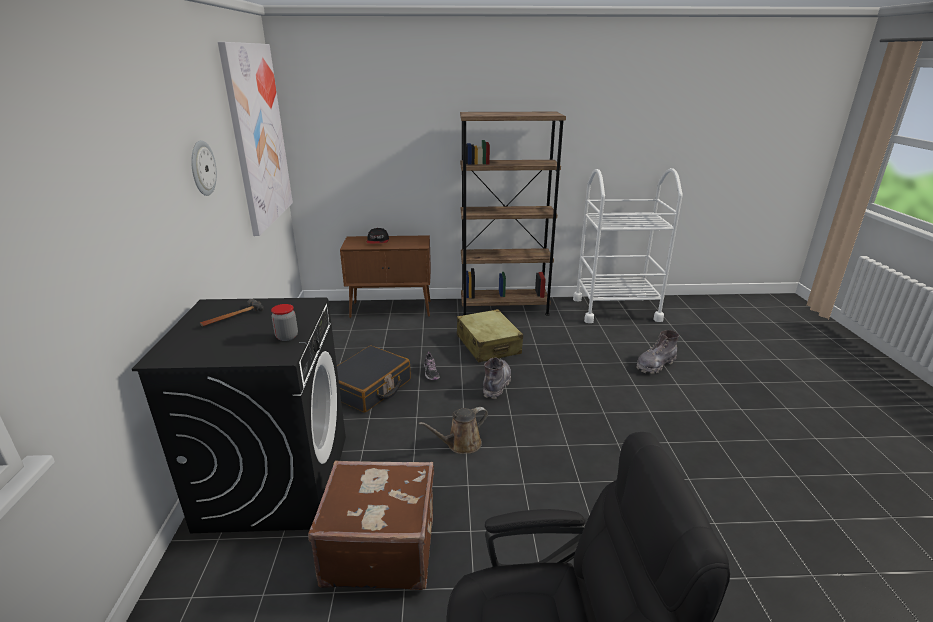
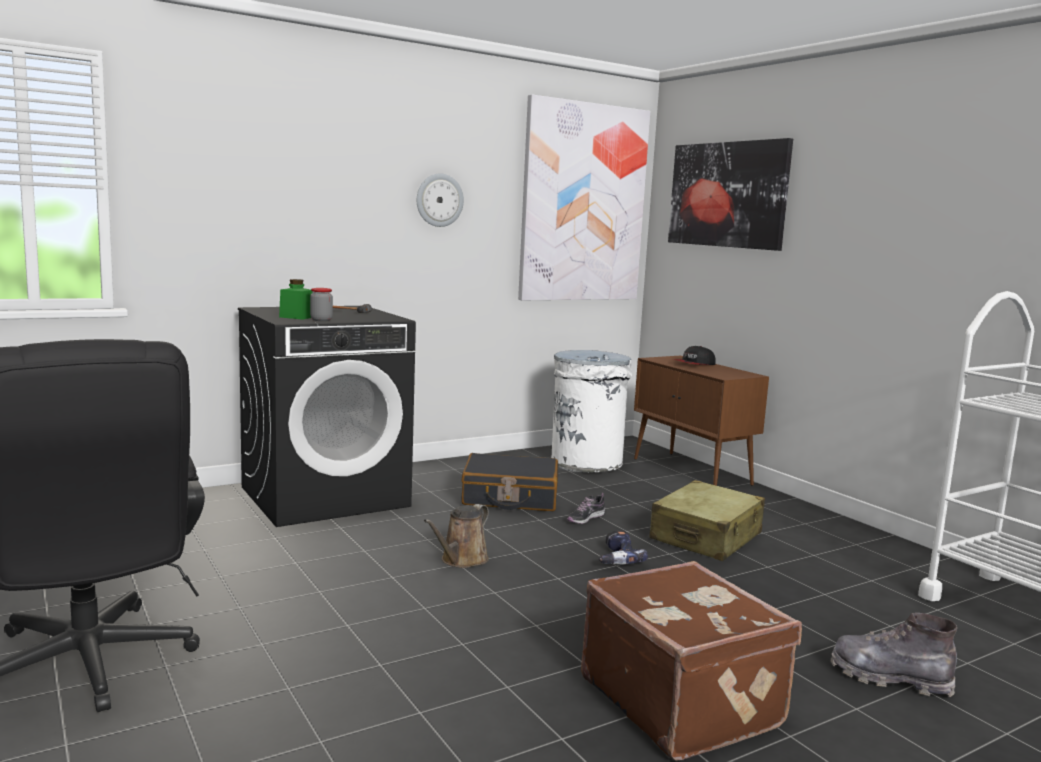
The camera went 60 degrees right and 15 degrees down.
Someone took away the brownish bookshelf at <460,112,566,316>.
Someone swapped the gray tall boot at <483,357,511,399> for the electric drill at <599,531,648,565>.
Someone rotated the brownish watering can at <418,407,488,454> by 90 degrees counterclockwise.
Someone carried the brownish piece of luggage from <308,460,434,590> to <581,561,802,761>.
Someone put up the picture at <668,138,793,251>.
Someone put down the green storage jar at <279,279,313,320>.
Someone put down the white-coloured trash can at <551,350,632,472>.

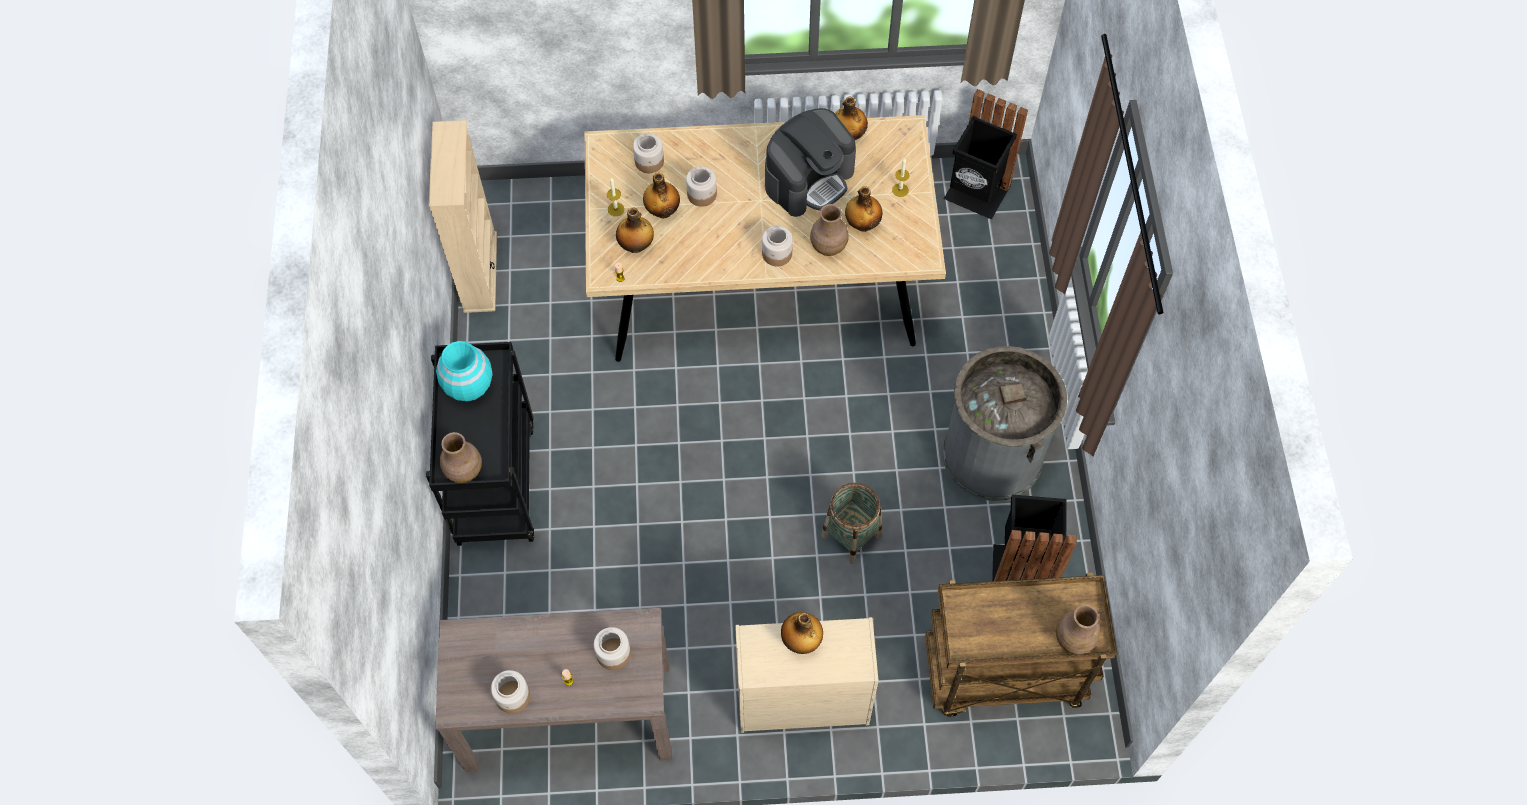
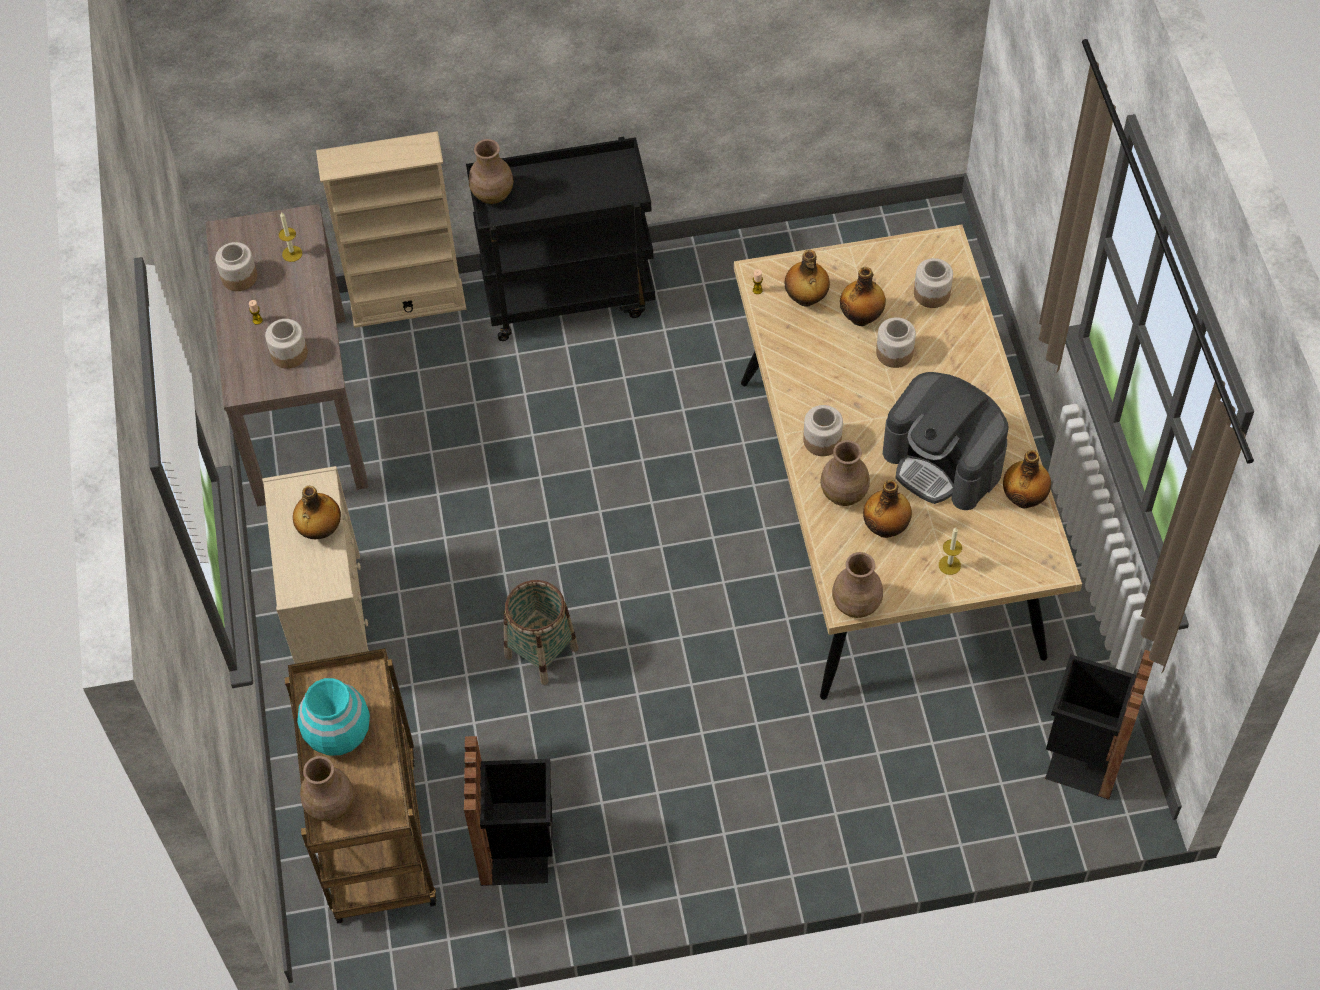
The camera went 85 degrees right and 5 degrees down.
Someone carried the beige bookshelf from <429,120,497,313> to <316,131,466,328>.
Someone carried the candle from <607,178,624,216> to <279,212,302,262>.
Someone carried the turquoise-coloured vase from <436,341,492,401> to <297,678,370,755>.
Someone took away the gray trash can at <942,346,1067,501>.
Someone put down the brownish vase at <832,552,883,618>.

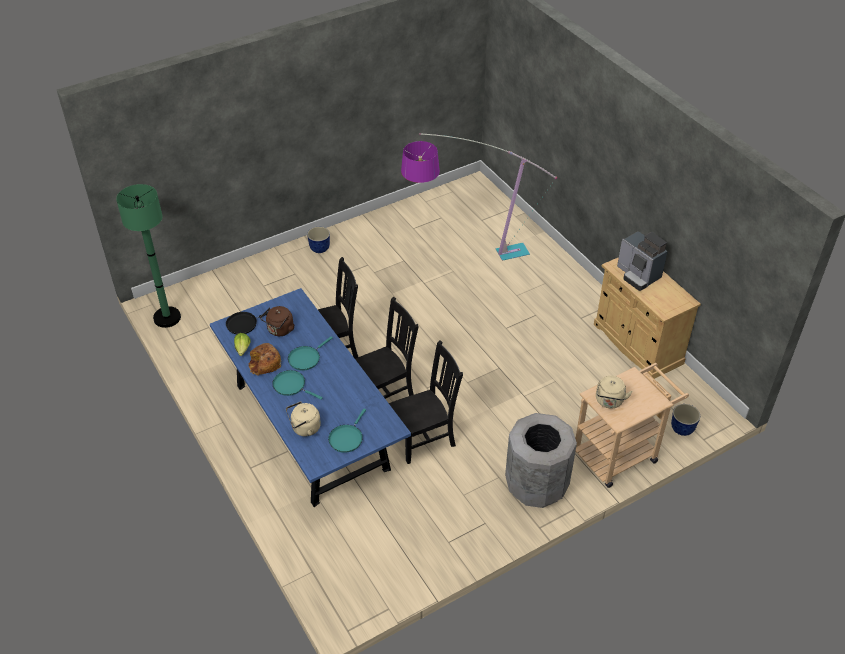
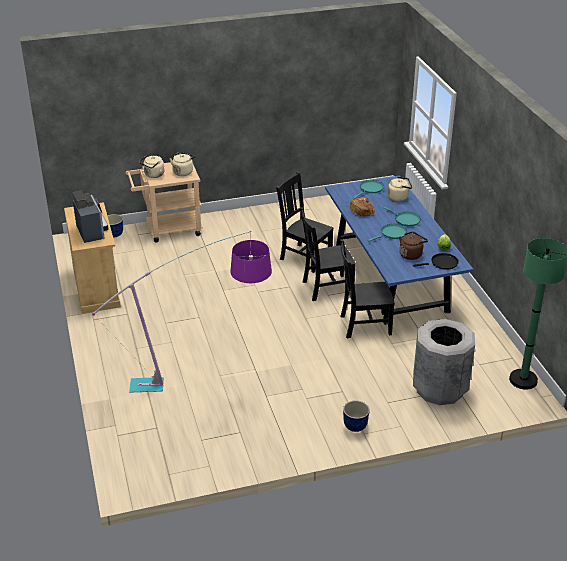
The camera went 165 degrees left and 10 degrees down.
Someone rotated the black-coloured upright chair at <389,340,463,464> by 45 degrees clockwise.
Someone carried the bakery bread from <248,343,281,376> to <350,197,375,217>.
Someone carried the gray trash can from <505,413,577,508> to <413,319,475,405>.
Someone put down the beige water kettle at <139,155,164,178>.

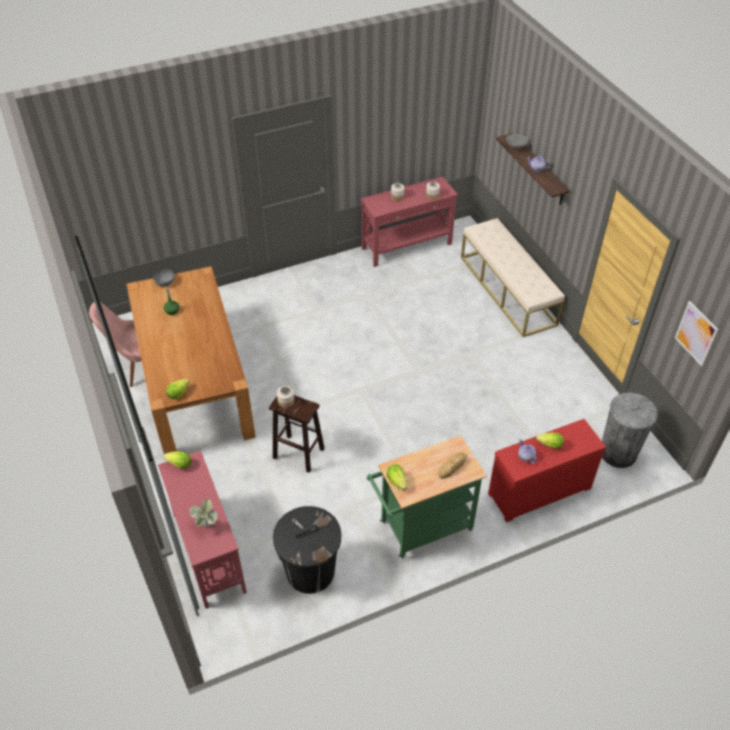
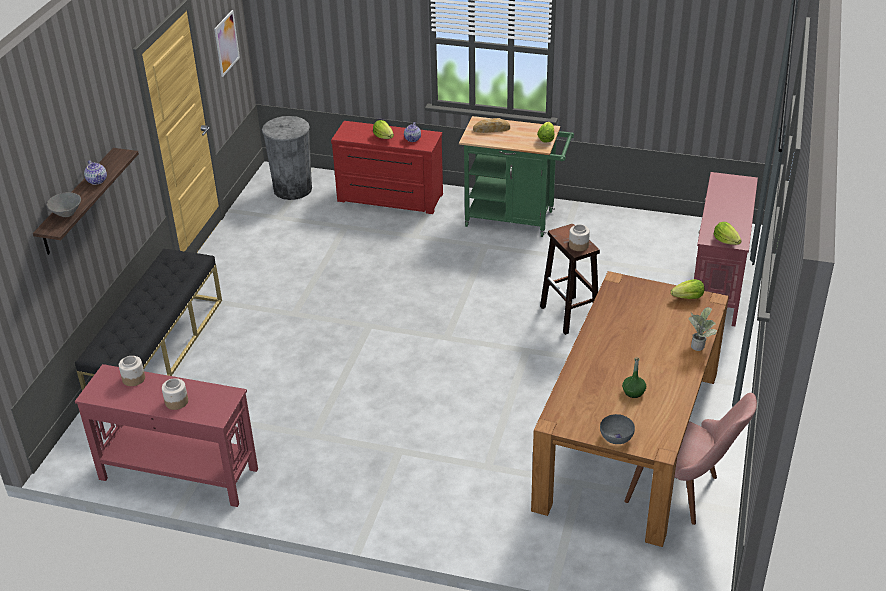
The camera went 140 degrees left and 10 degrees down.
Someone repainted the beige indoor bench at <461,218,565,337>, which became the black-coloured indoor bench at <75,249,222,391>.
Someone carried the plant in a pot from <189,499,217,527> to <688,307,717,351>.
Someone took away the black-coloured trash can at <273,506,342,594>.

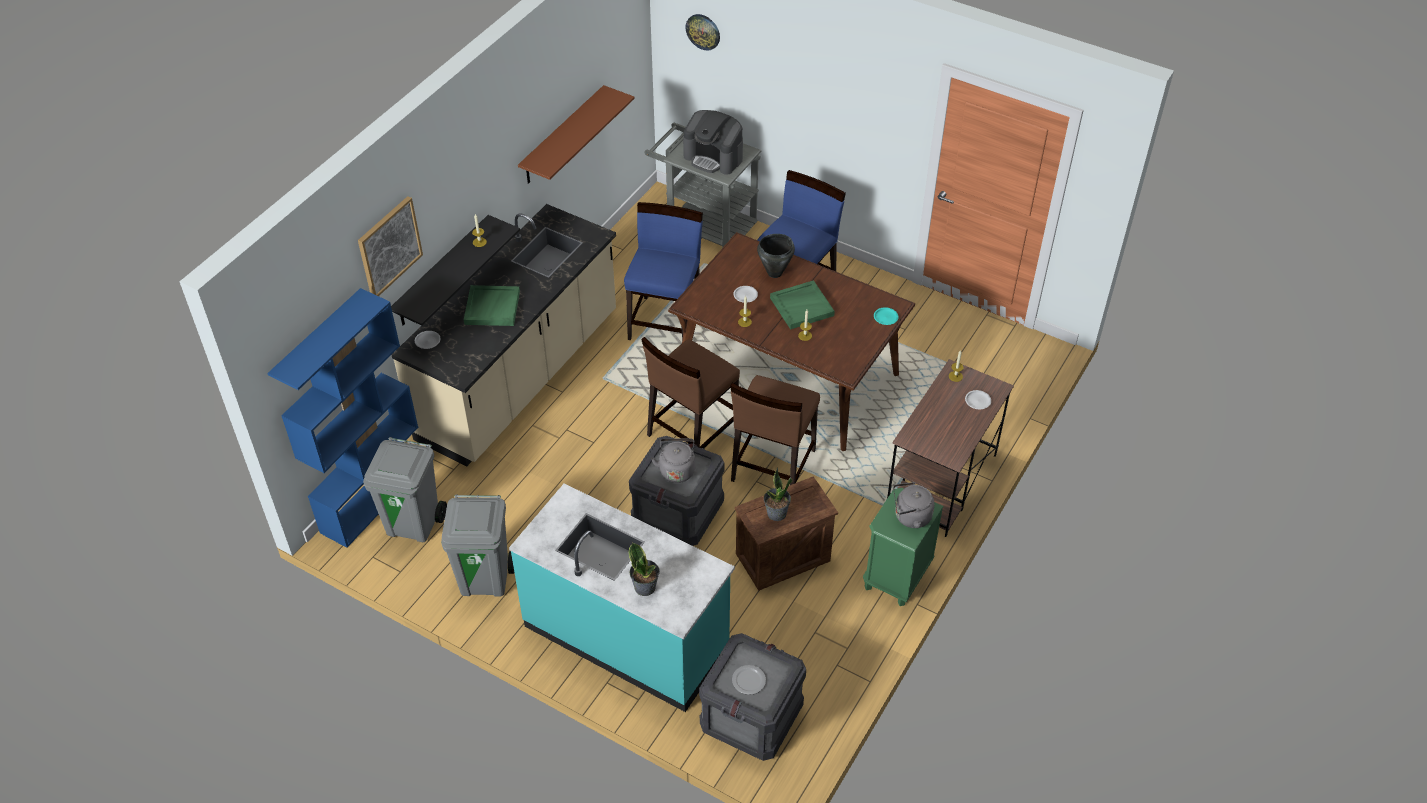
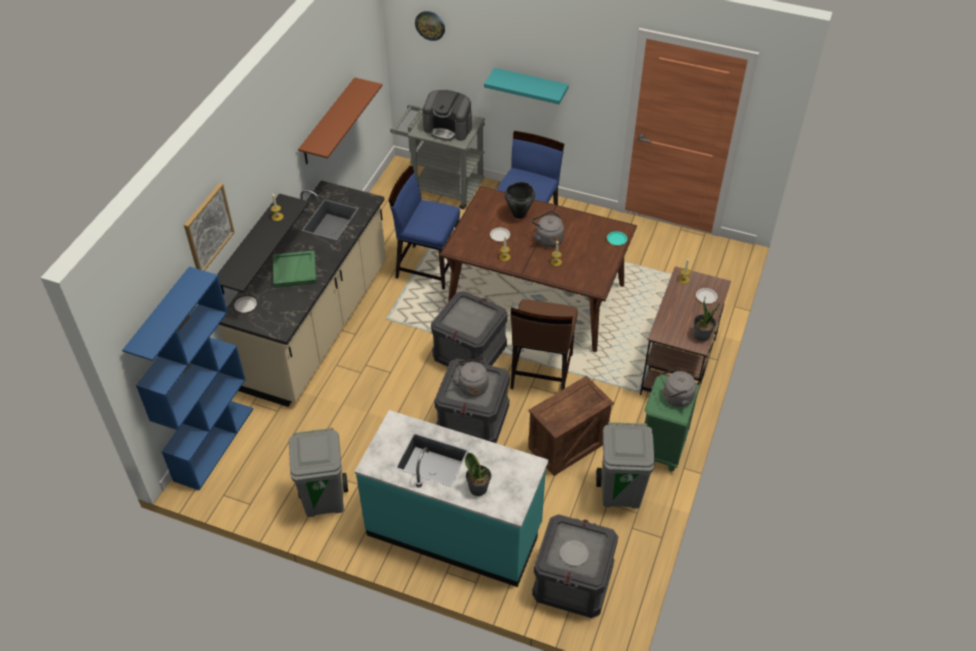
The camera went 10 degrees left and 0 degrees up.
Someone rotated the blue-coloured upright chair at <624,202,703,340> by 75 degrees counterclockwise.
Someone swapped the green carrying tray at <770,280,835,329> for the gray water kettle at <532,211,564,247>.
Someone swapped the brownish upright chair at <641,337,740,448> for the shipping crate at <431,291,508,367>.
Someone carried the gray trash can from <363,437,447,542> to <596,422,655,508>.
Someone carried the plant in a pot from <764,467,793,521> to <694,297,720,341>.
Someone put up the turquoise-coloured shelf at <484,68,569,104>.

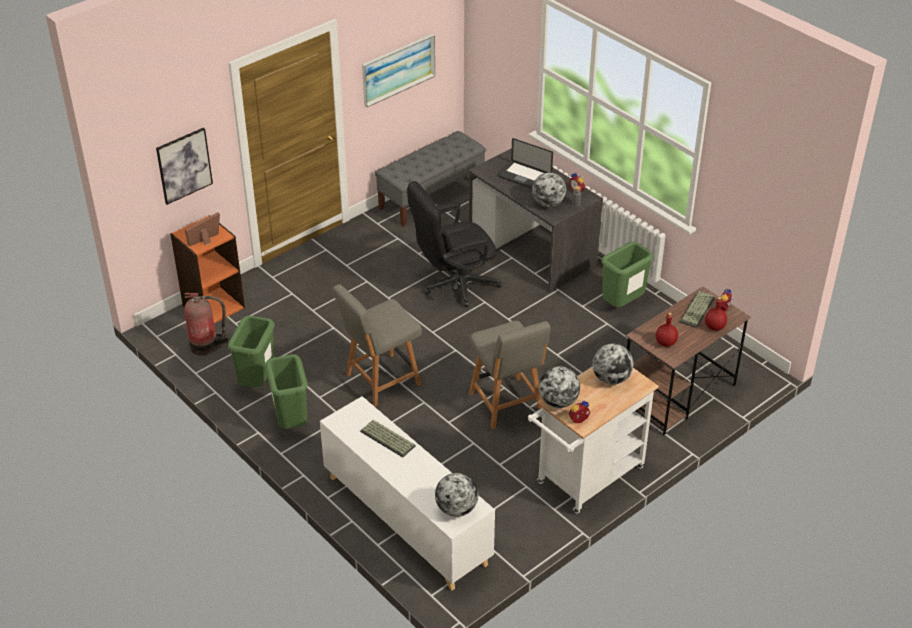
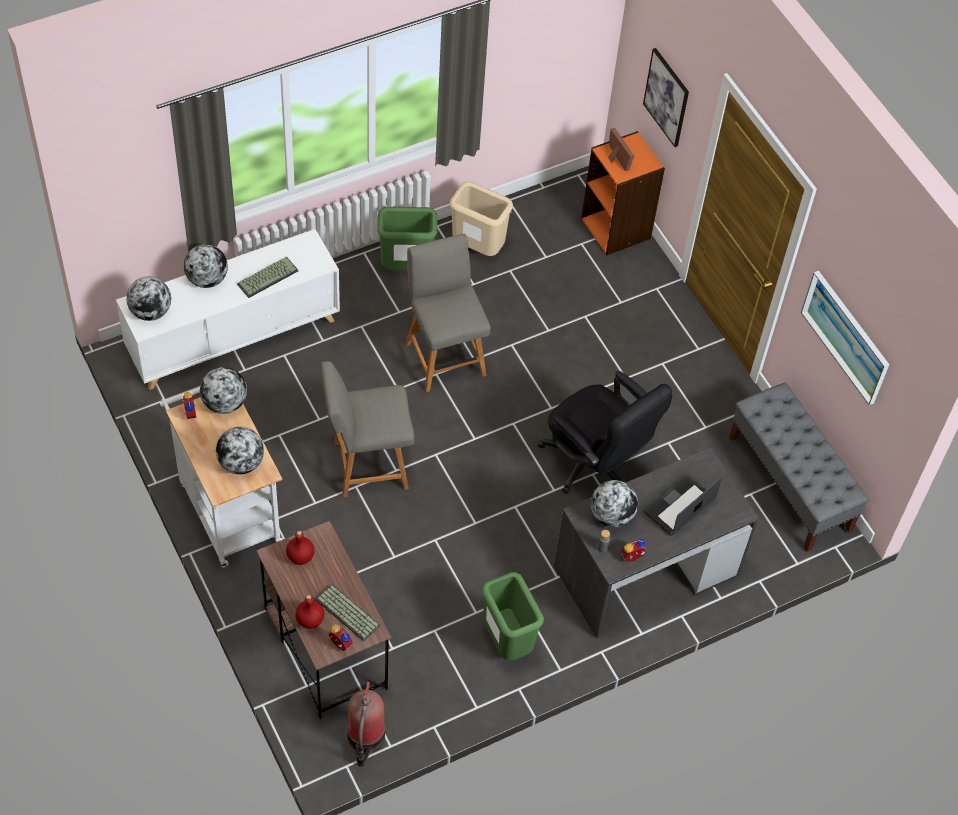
The camera went 100 degrees right and 15 degrees up.
Someone rotated the black-coloured office chair at <407,181,502,307> by 150 degrees clockwise.
Someone carried the fire extinguisher from <184,293,229,356> to <347,682,385,767>.
Someone repainted the green trash can at <228,316,275,387>, which became the beige trash can at <450,182,513,256>.
Someone put down the globe at <184,244,228,288>.

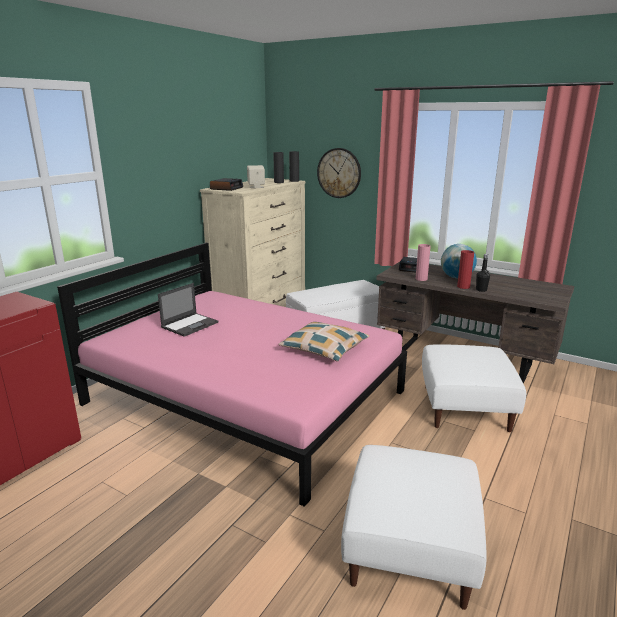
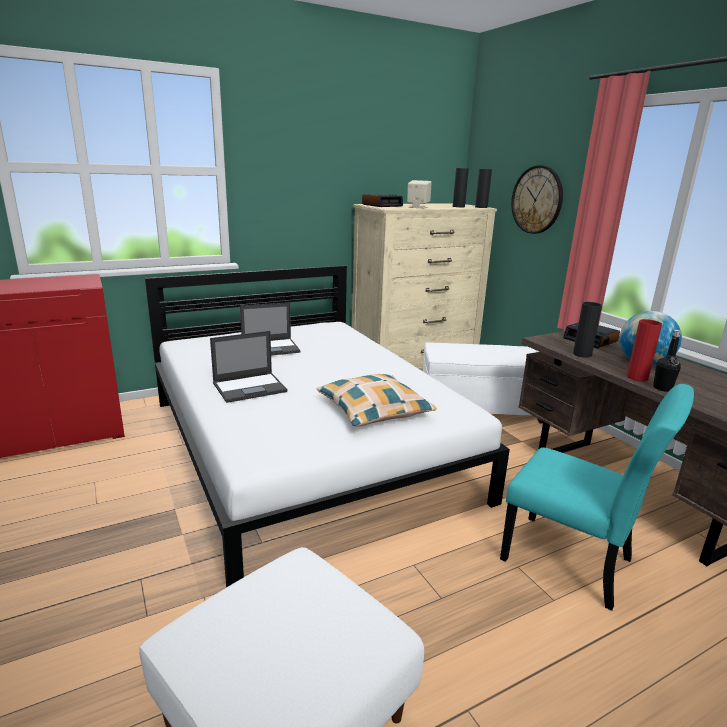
The camera went 30 degrees right and 0 degrees up.
Someone repainted the pinkish sleeping bed at <57,243,407,507>, which became the white-coloured sleeping bed at <145,265,510,587>.
Someone repainted the pinkish vase at <416,244,431,281>, which became the black-coloured vase at <573,302,602,358>.
Someone swapped the white-coloured footrest at <422,344,526,432> for the turquoise-coloured upright chair at <500,384,694,611>.
Someone put down the laptop at <210,331,288,403>.

